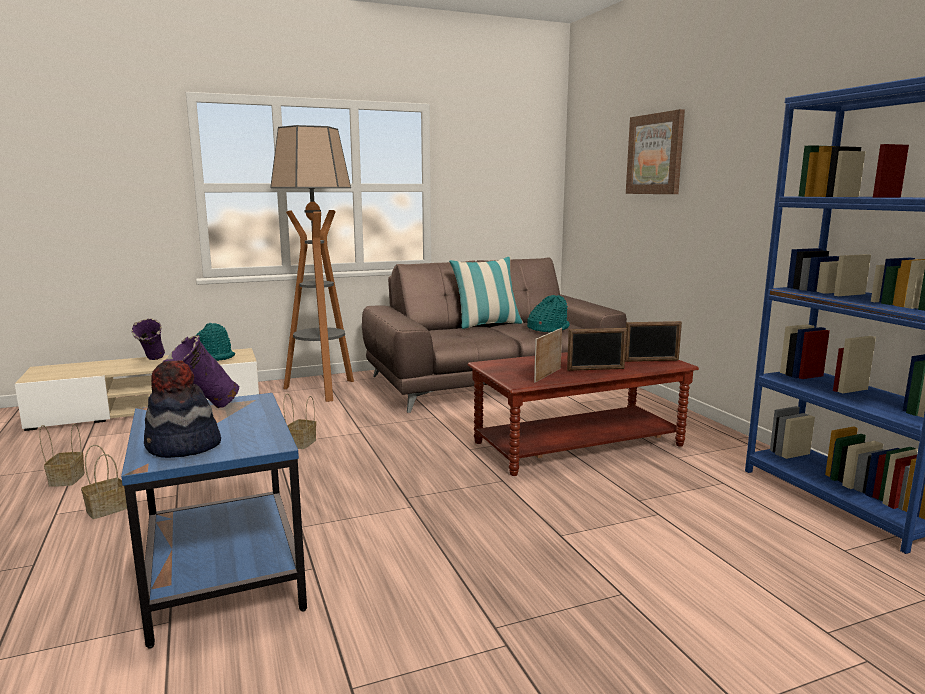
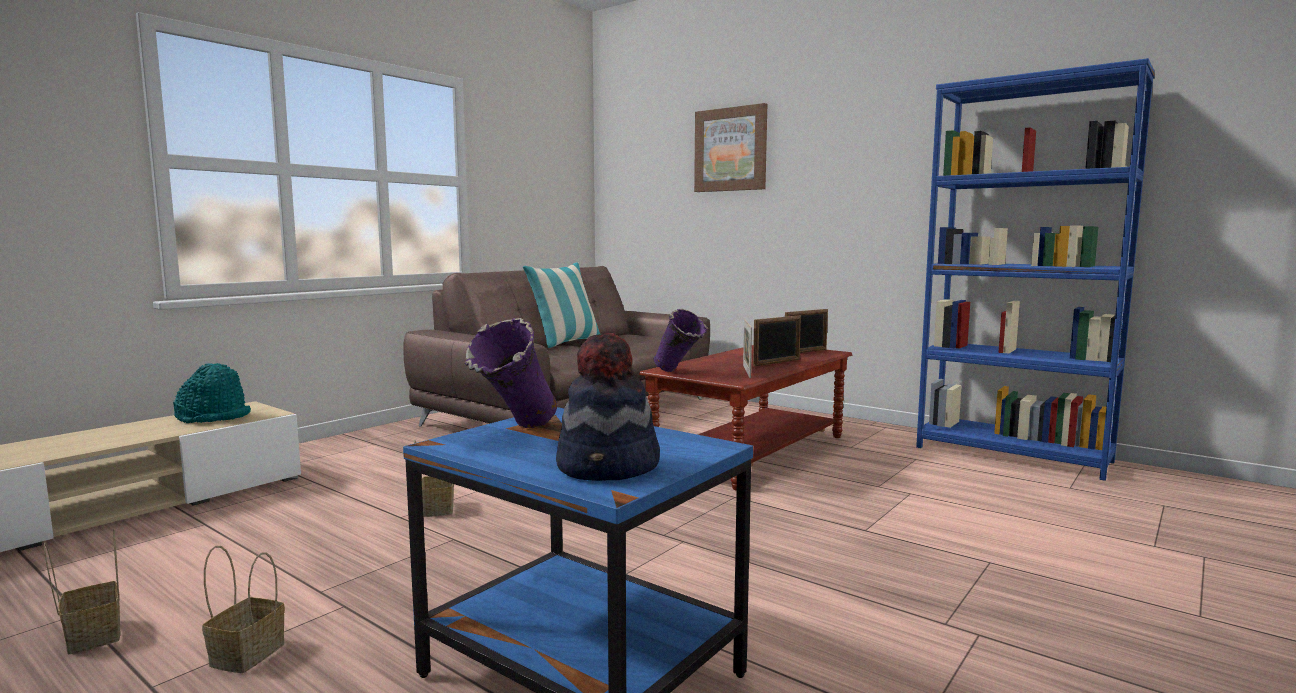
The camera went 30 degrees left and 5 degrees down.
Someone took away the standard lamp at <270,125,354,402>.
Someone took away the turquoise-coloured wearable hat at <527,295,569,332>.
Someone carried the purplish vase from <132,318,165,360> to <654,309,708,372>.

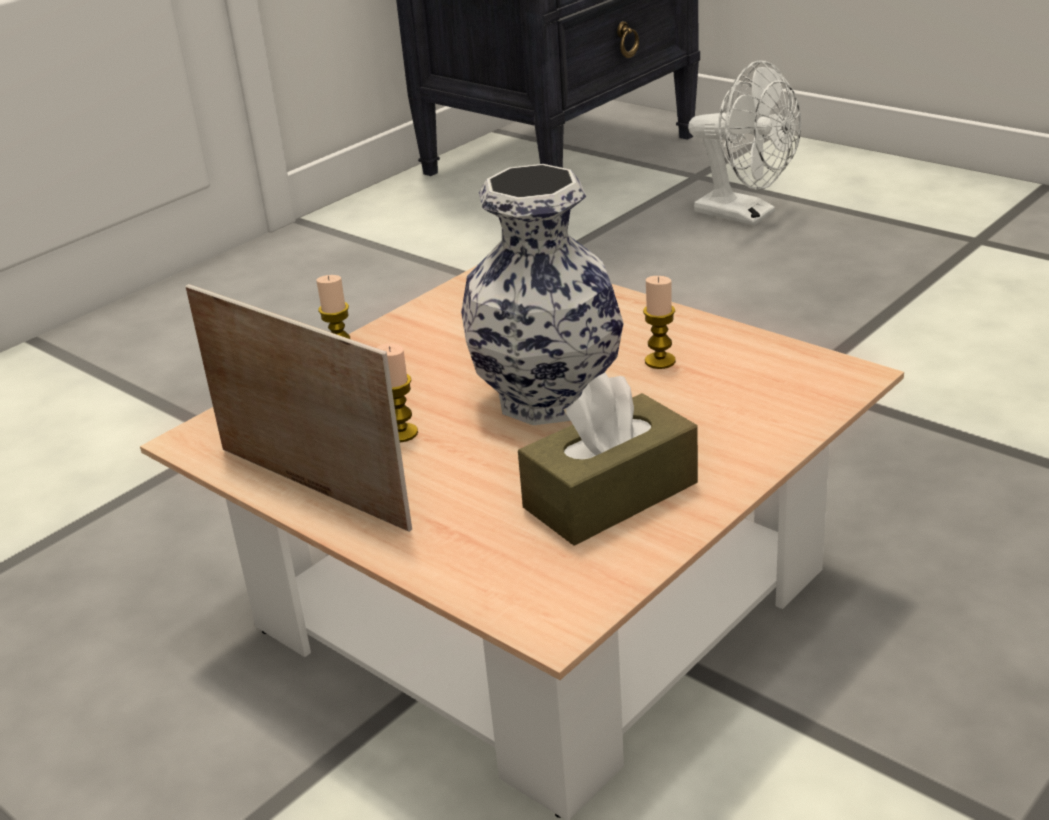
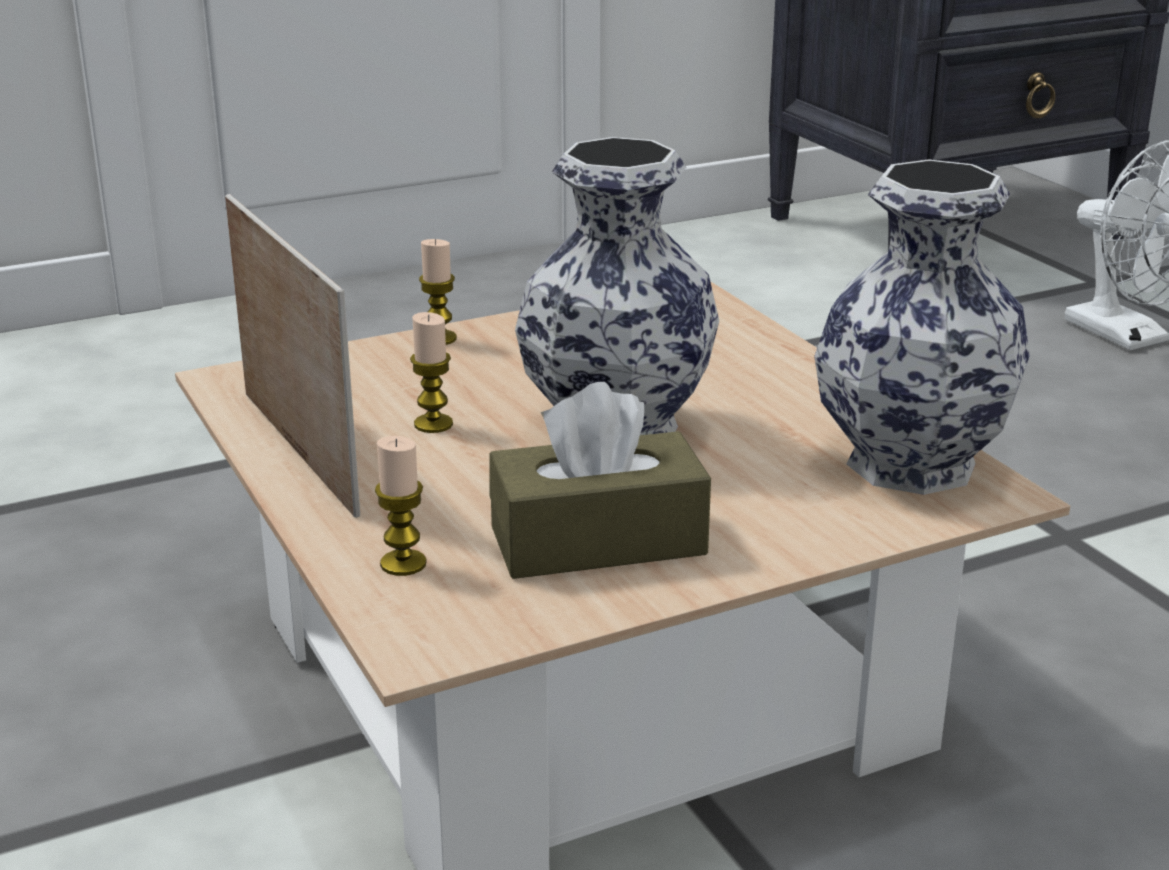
The camera went 20 degrees right and 5 degrees down.
Someone carried the candle from <643,276,676,369> to <375,436,427,576>.
Someone put down the vase at <814,159,1030,495>.

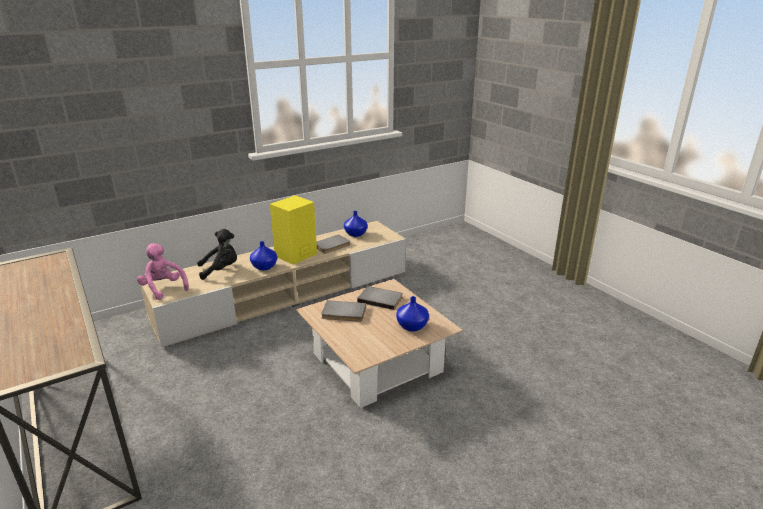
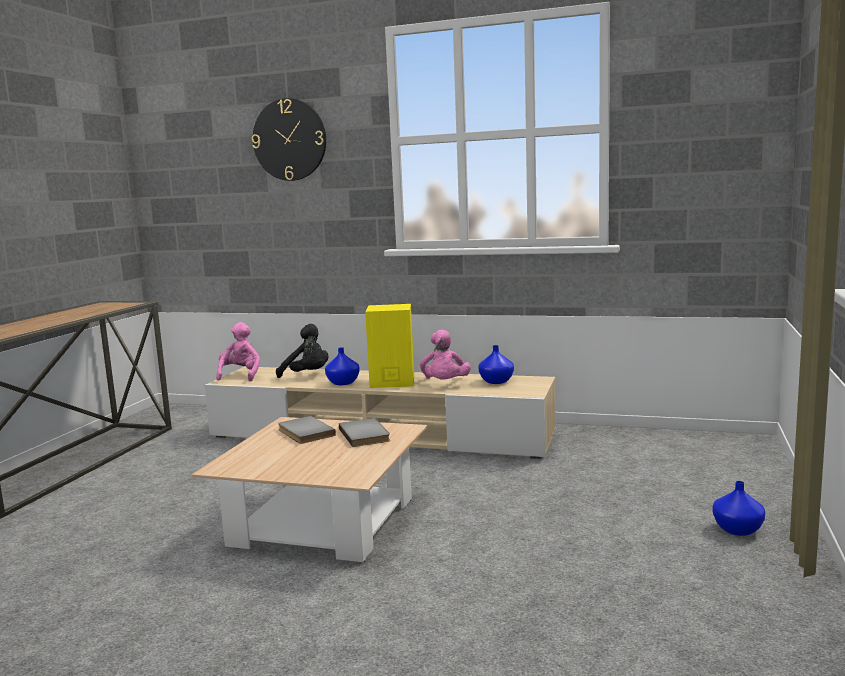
The camera went 50 degrees right and 15 degrees down.
Someone swapped the gray volume at <316,235,351,254> for the pinkish plush toy at <420,330,471,379>.
Someone carried the blue-coloured vase from <396,296,429,332> to <712,481,765,536>.
Someone put up the hanging clock at <252,98,326,181>.

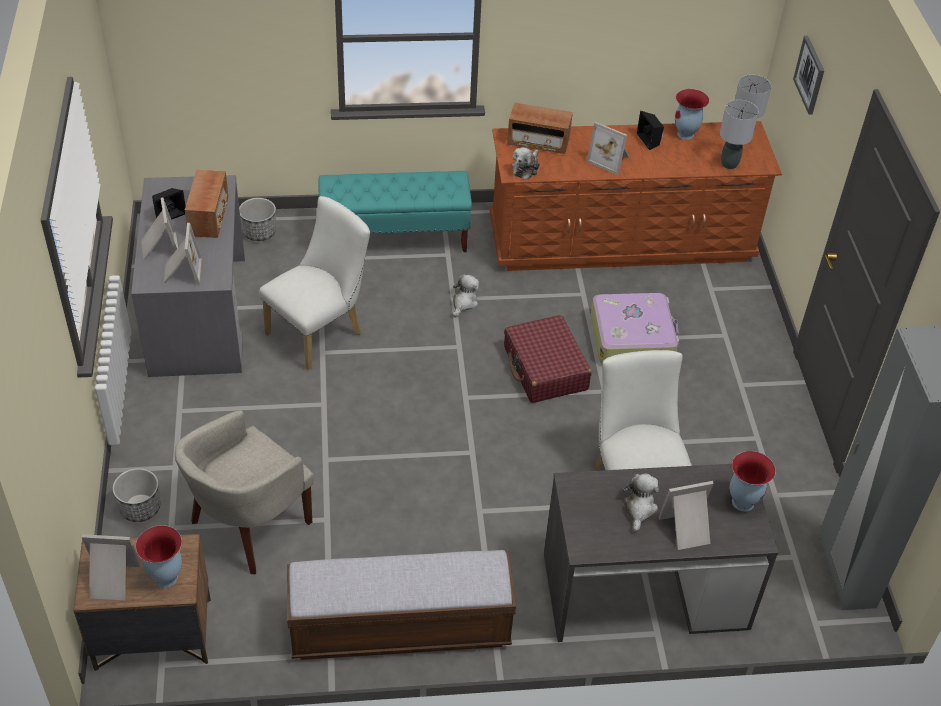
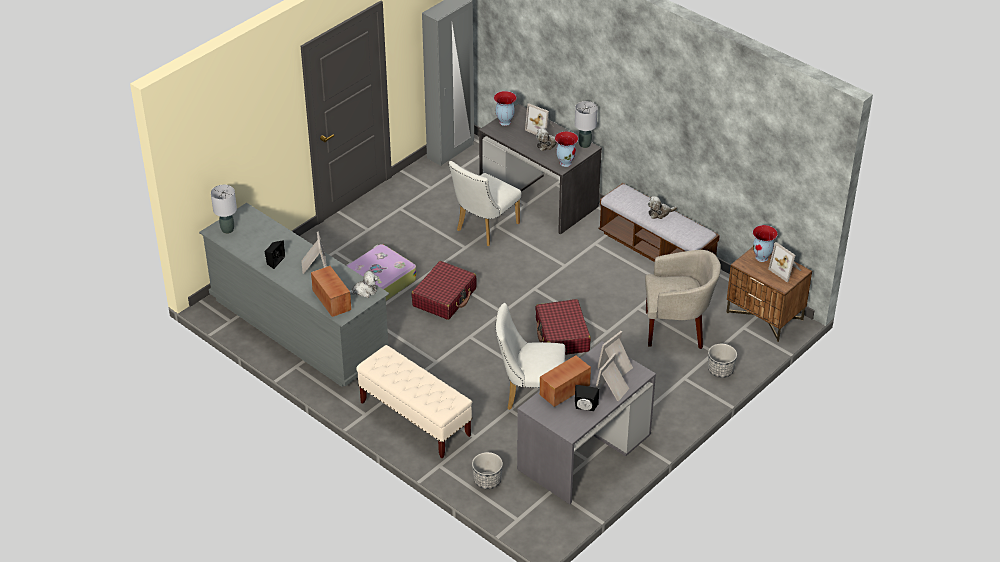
The camera went 130 degrees left and 5 degrees down.
Someone took away the picture at <793,36,824,114>.
Someone carried the vase from <675,89,709,140> to <555,131,578,167>.
Someone carried the gray table lamp from <720,100,758,169> to <575,101,598,148>.
Someone repainted the brownish chest of drawers at <490,121,782,271>, which became the gray chest of drawers at <199,203,389,387>.
Someone repainted the turquoise-coloured indoor bench at <318,171,472,252>, which became the beige indoor bench at <356,345,472,458>.
Someone carried the plush toy from <452,274,479,317> to <648,196,677,219>.
Someone put down the red-coloured piece of luggage at <535,299,591,355>.

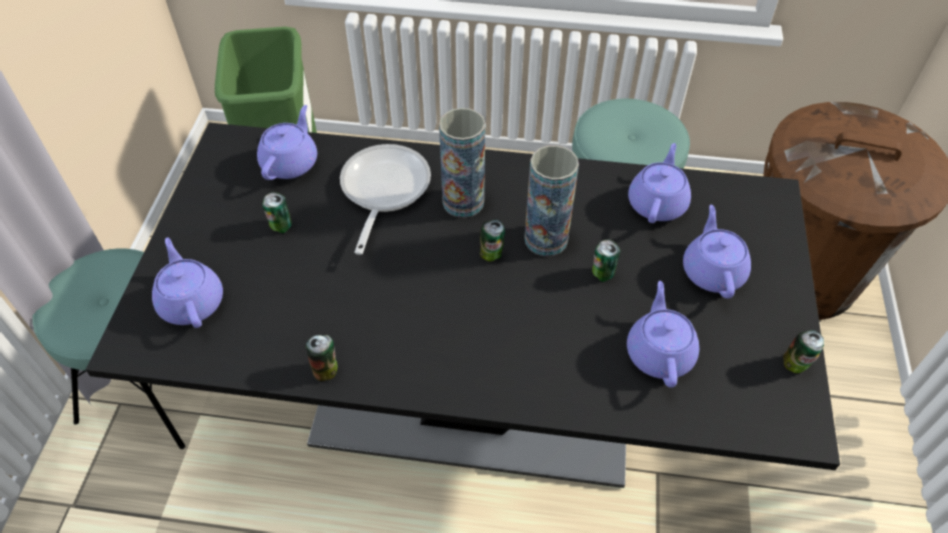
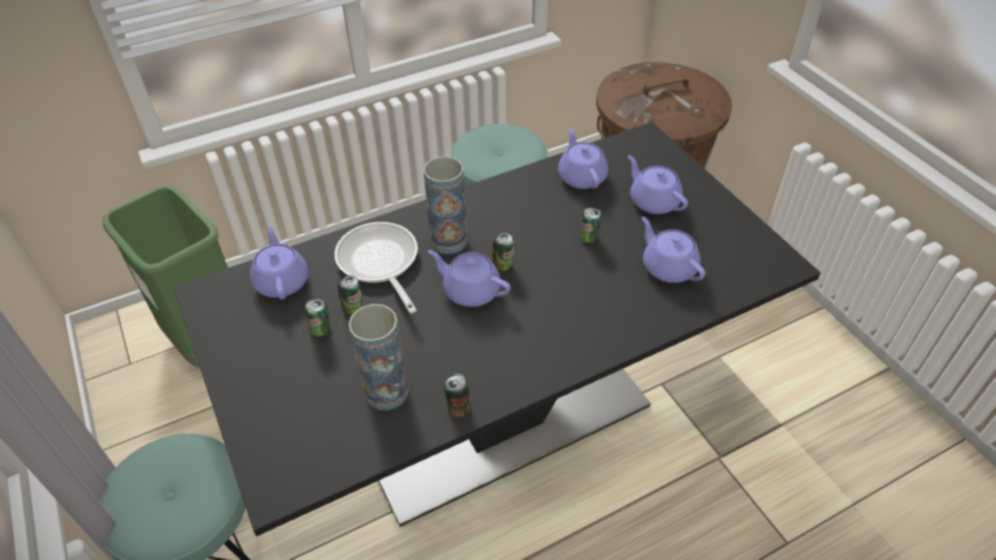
The camera went 35 degrees left and 5 degrees down.
Someone carried the vase from <524,145,579,256> to <349,304,409,411>.
Someone carried the purplish teapot from <152,237,223,328> to <428,250,511,307>.
Someone carried the metal can from <783,330,824,373> to <338,275,363,315>.

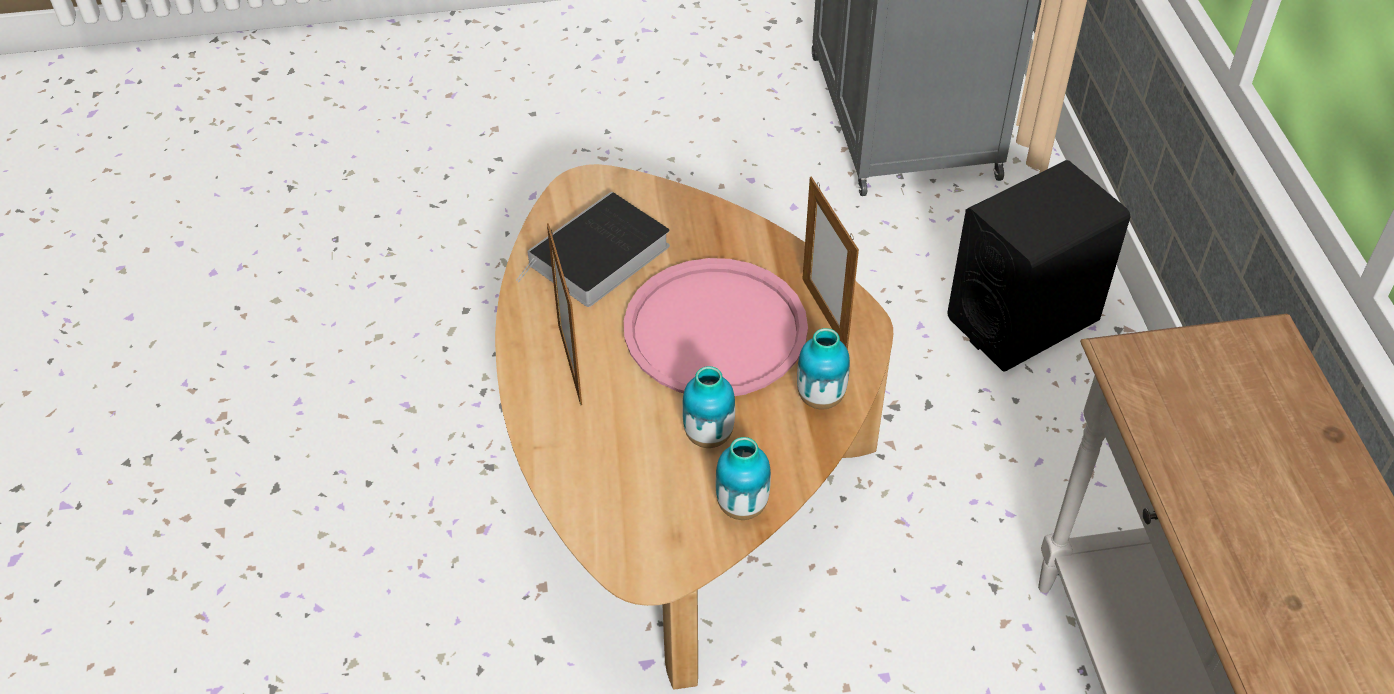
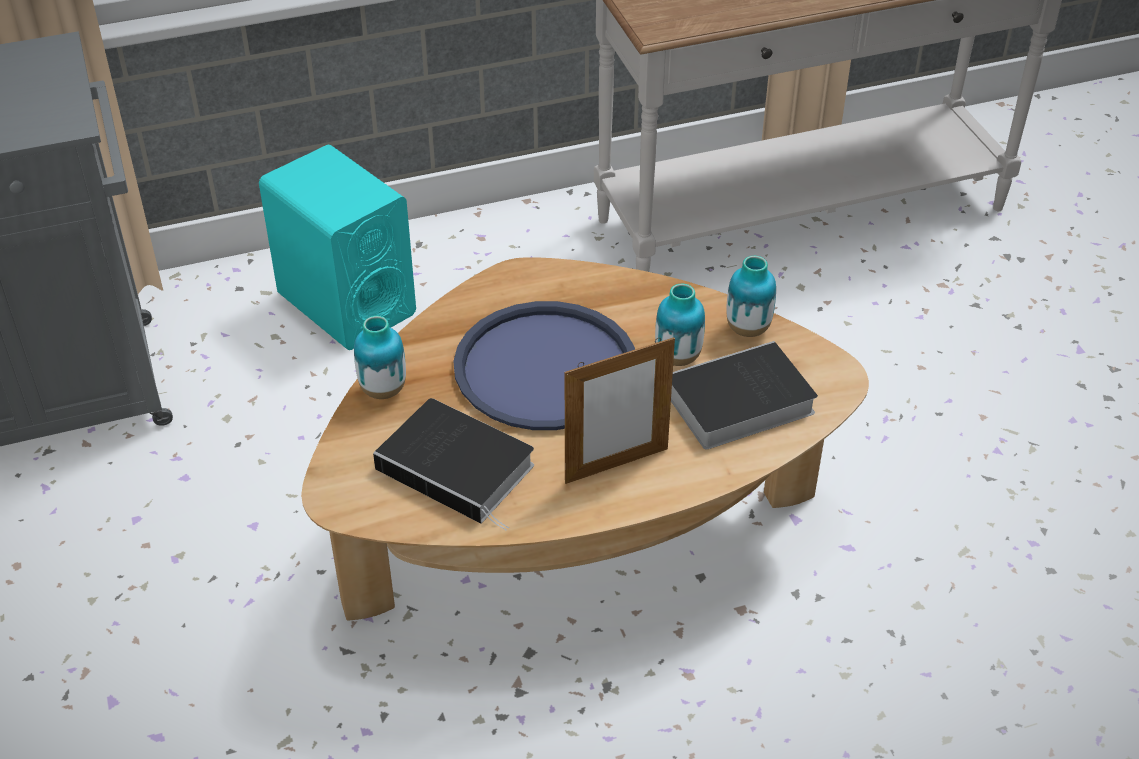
The camera went 100 degrees left and 5 degrees down.
Someone repainted the black-coloured speaker at <947,160,1130,372>, which became the turquoise-coloured speaker at <259,145,416,350>.
Someone took away the photo frame at <803,176,859,350>.
Someone repainted the pinkish carrying tray at <624,258,808,396>, which became the blue-coloured carrying tray at <453,301,635,430>.
Someone carried the vase from <797,328,850,409> to <354,316,406,399>.
Someone put down the volume at <671,341,818,449>.

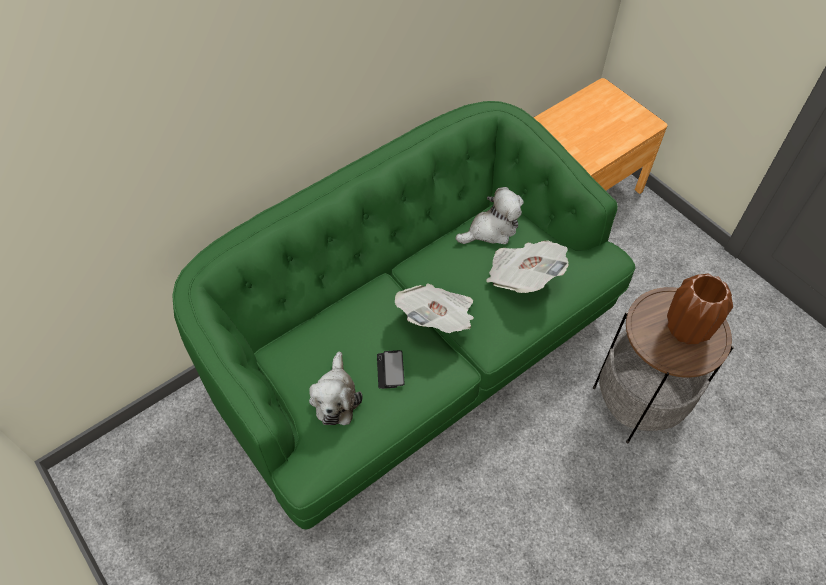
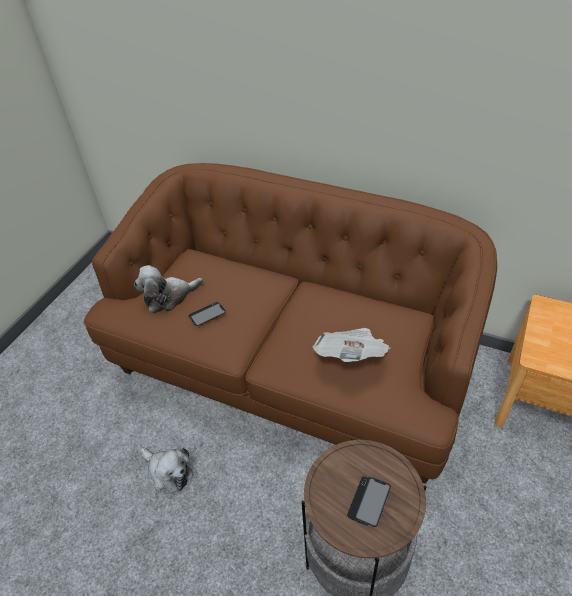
The camera went 65 degrees right and 10 degrees down.
Someone repainted the green settee at <172,101,635,530>, which became the brownish settee at <84,163,497,484>.
Someone carried the plush toy from <455,187,524,244> to <140,447,194,493>.
Someone swapped the brownish vase at <667,273,733,344> for the handset at <347,476,391,527>.
Someone took away the daily paper at <395,284,474,333>.

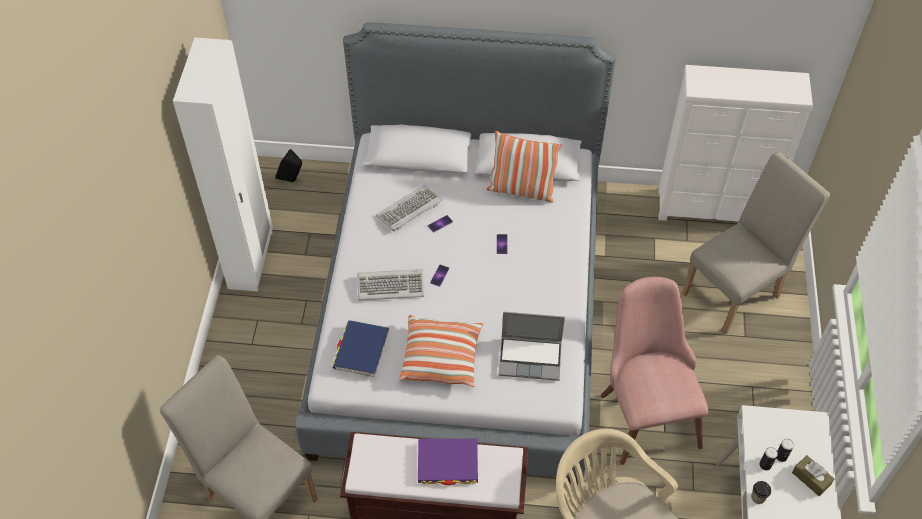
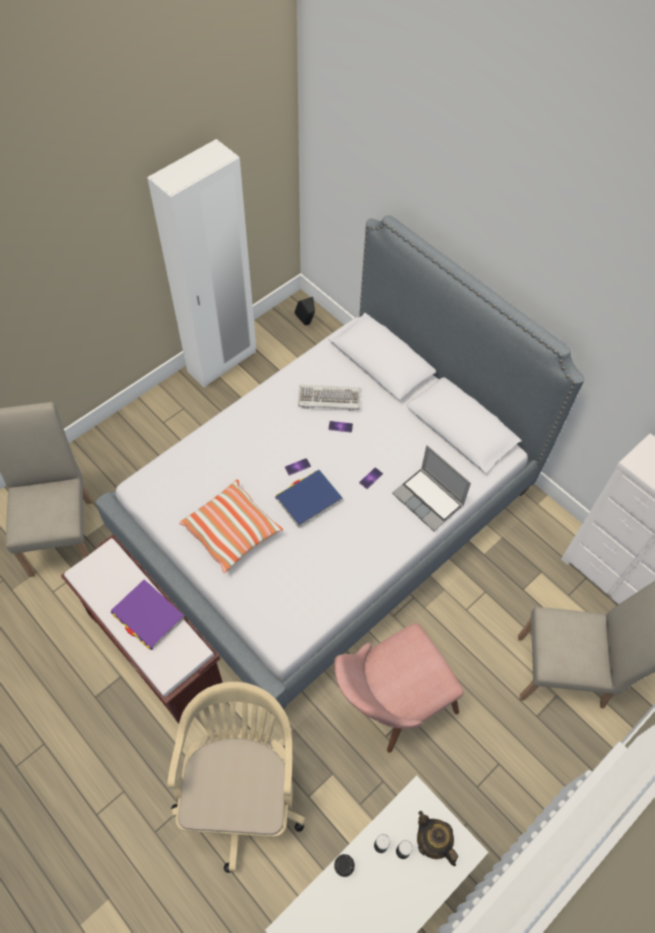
The camera went 40 degrees right and 5 degrees up.
Someone took away the cushion at <487,131,562,203>.
Someone took away the PC keyboard at <357,269,424,301>.
Someone rotated the pinkish upright chair at <601,277,709,465> by 150 degrees counterclockwise.
Someone carried the laptop from <498,312,565,381> to <392,445,471,531>.
Someone carried the blue-coloured volume from <333,320,389,377> to <275,470,343,528>.
Someone took away the brownish tissue box at <792,455,834,496>.
Someone put down the teapot at <417,811,458,866>.

